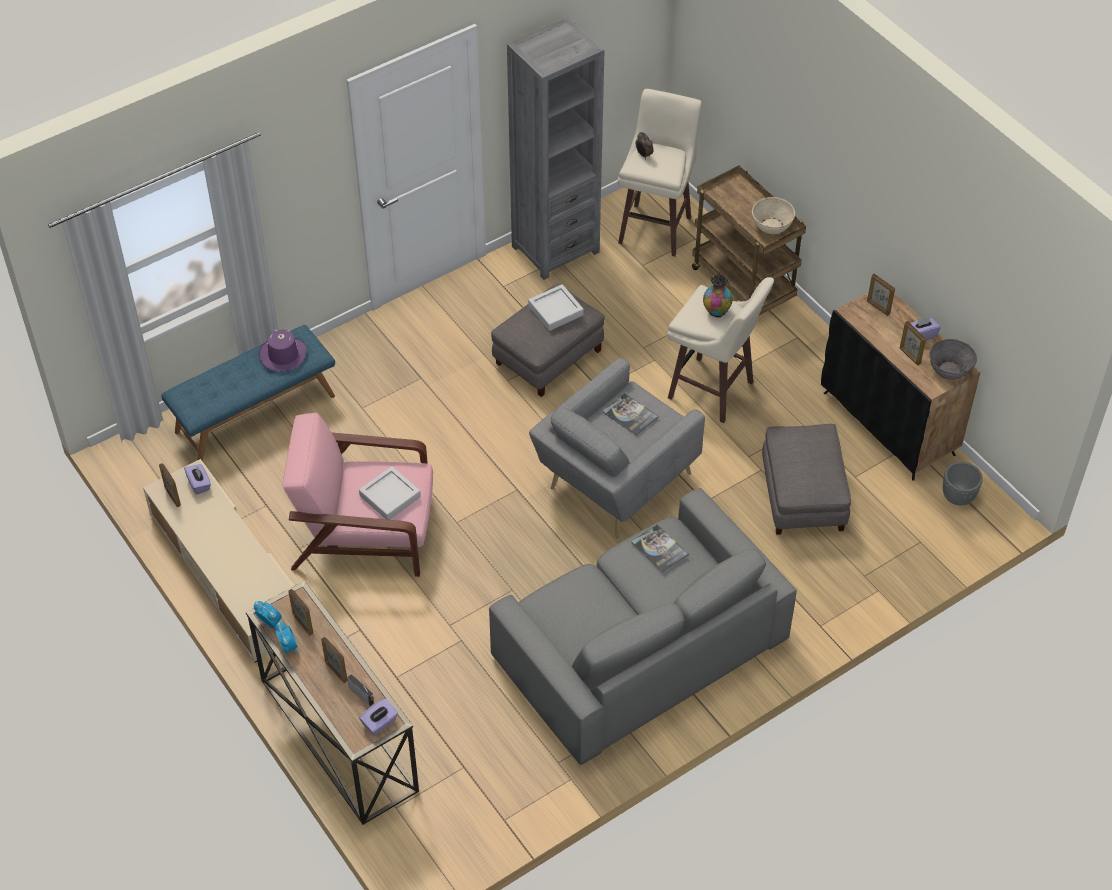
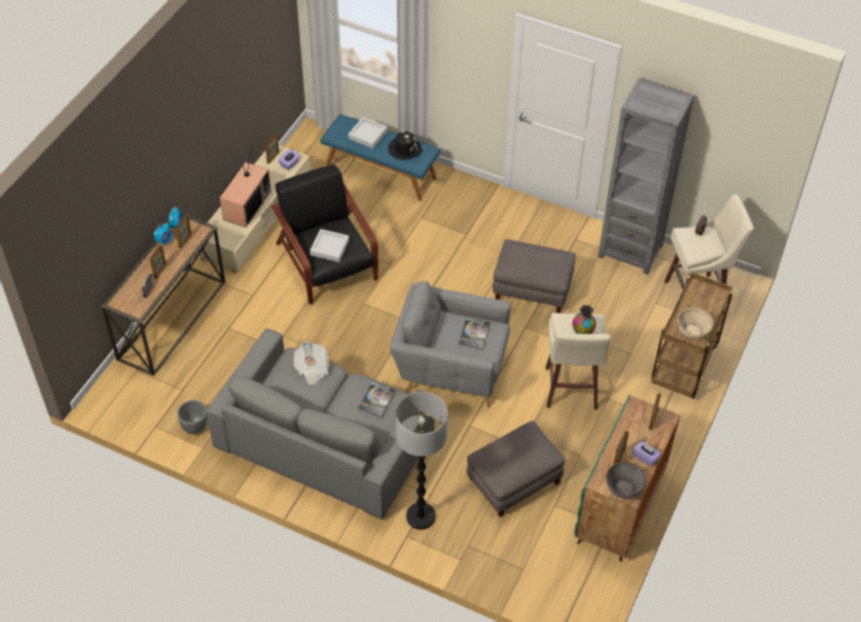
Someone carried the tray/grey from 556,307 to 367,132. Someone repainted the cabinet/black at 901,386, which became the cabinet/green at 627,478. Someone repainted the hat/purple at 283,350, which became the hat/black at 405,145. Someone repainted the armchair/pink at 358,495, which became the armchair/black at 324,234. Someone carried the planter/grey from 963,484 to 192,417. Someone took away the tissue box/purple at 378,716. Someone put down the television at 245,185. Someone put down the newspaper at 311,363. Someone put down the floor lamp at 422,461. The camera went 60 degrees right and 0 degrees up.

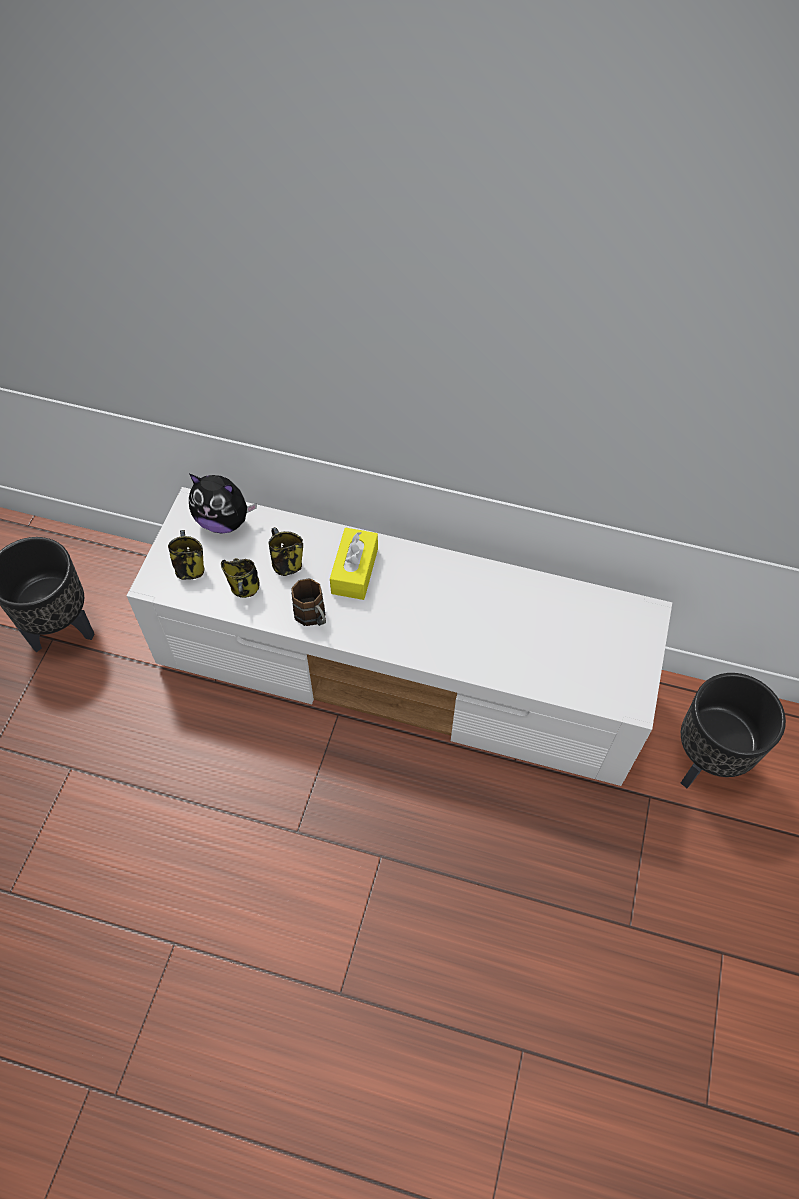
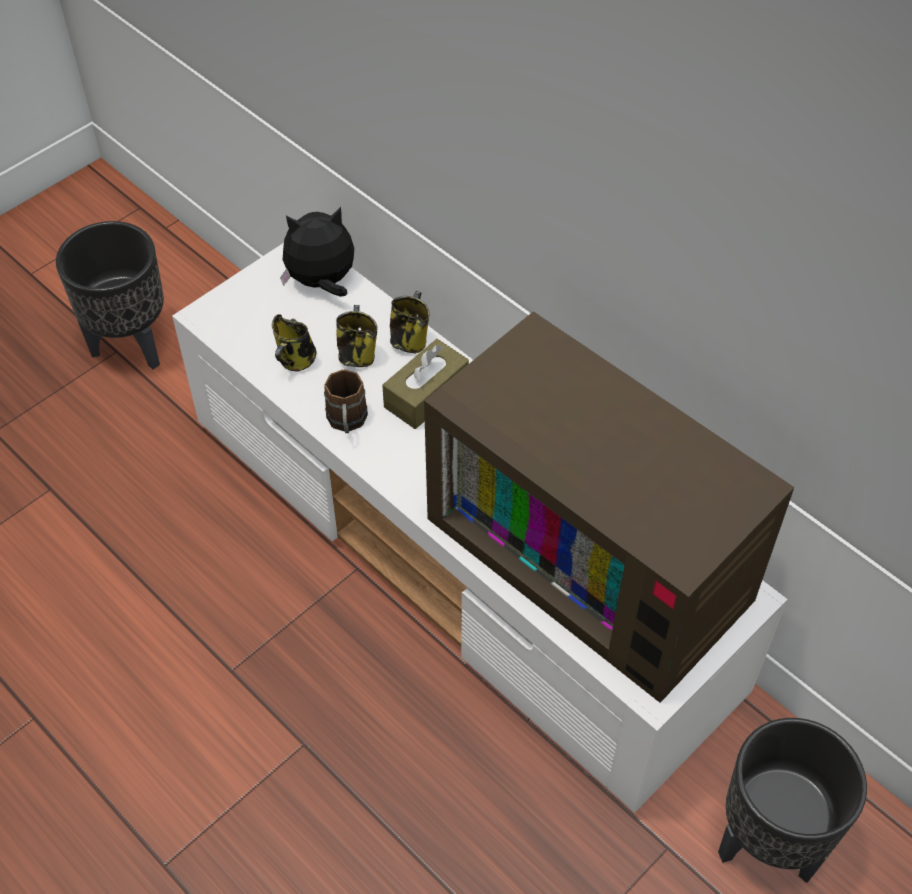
Someone rotated the plush toy at 223,504 by 120 degrees clockwise. Someone repainted the tissue box/yellow at 354,564, which became the tissue box/brown at 425,384. Someone carried the mug from 186,555 to 410,322. Someone put down the television at 609,507. The camera went 30 degrees right and 5 degrees down.

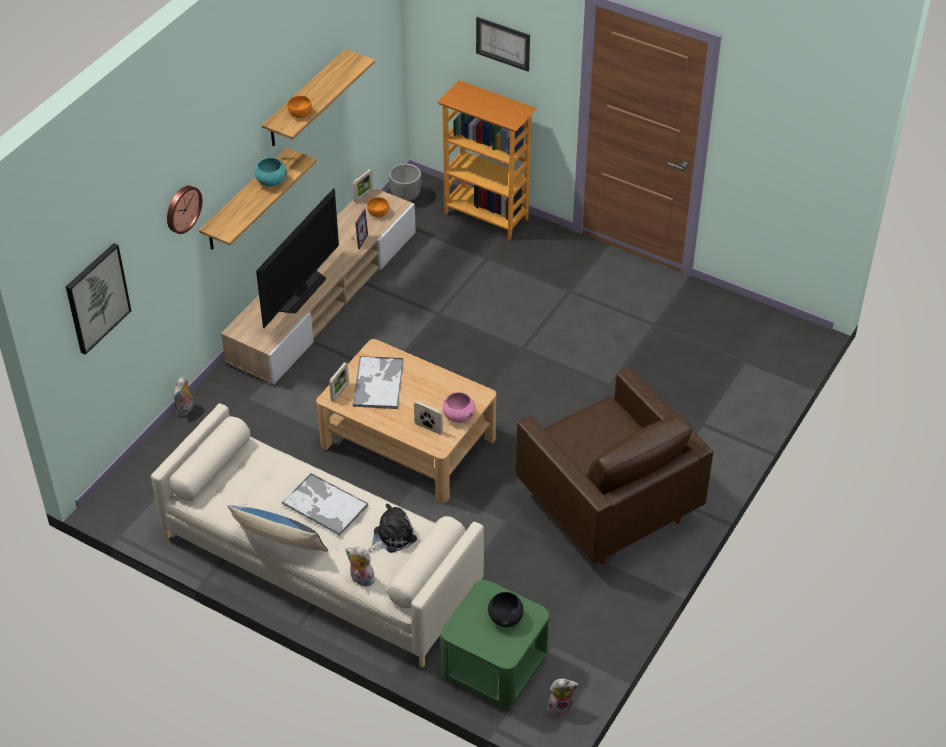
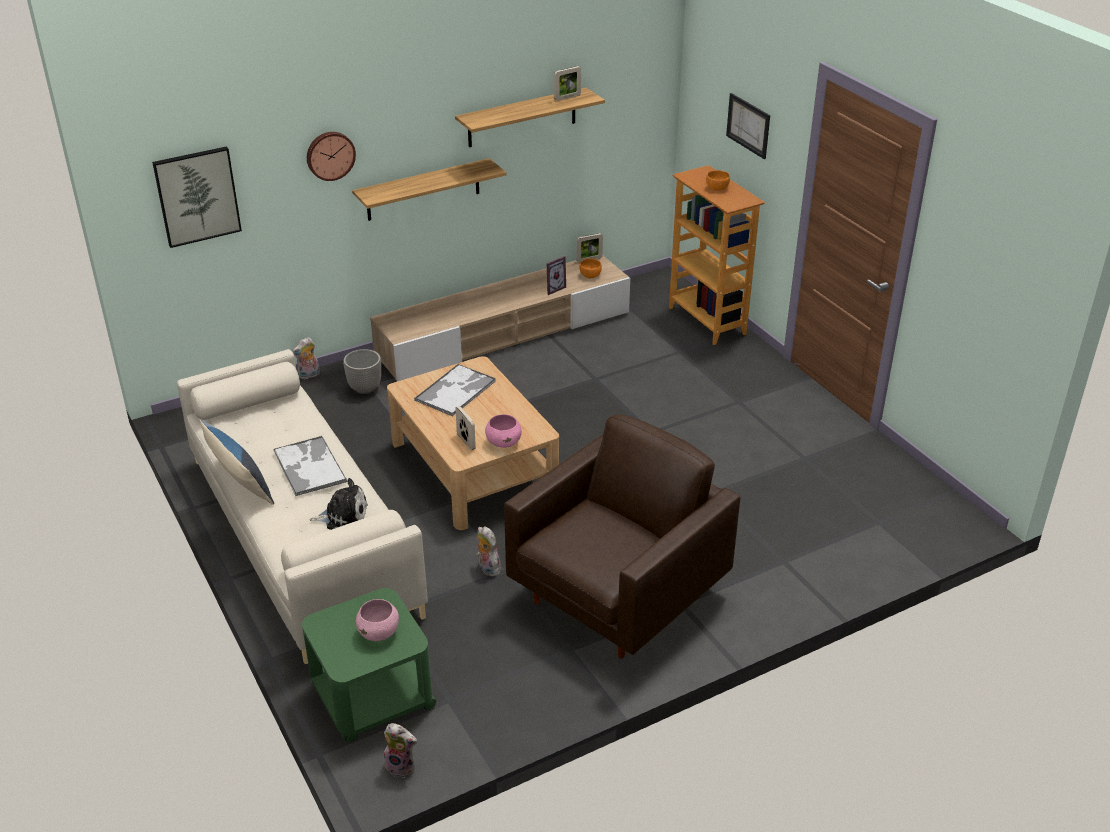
Someone carried the bowl/orange from 299,107 to 718,180. Someone took away the bowl/turquoise at 271,172. Someone carried the planter from 405,183 to 362,371. Someone took away the television at 297,258. Someone carried the picture frame from 339,381 to 567,83. Someone rotated the armchair/brown at 615,466 by 135 degrees counterclockwise. Someone carried the plush toy from 360,567 to 488,551. Someone repainted the bowl/black at 506,609, which became the bowl/pink at 377,620. The camera went 30 degrees right and 10 degrees down.

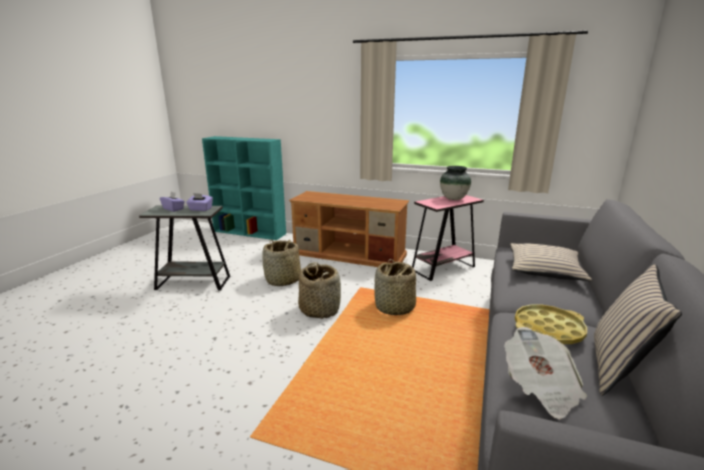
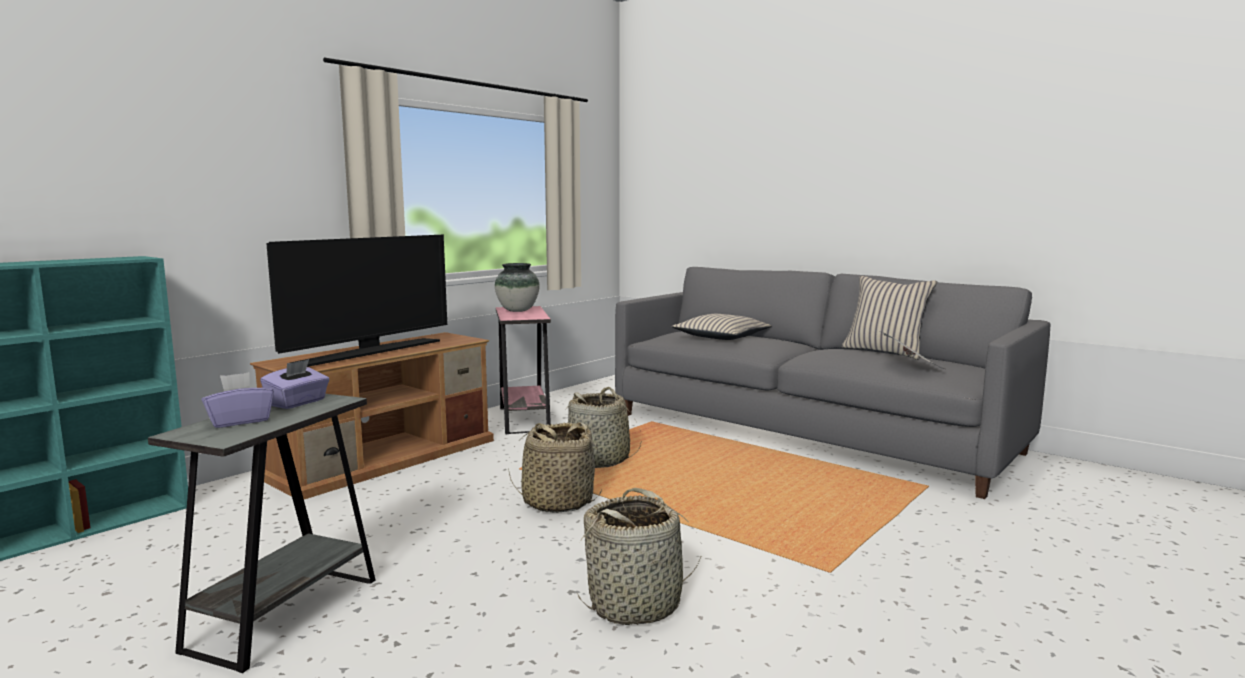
Someone carried the basket from 281,263 to 639,556. Someone took away the tray/yellow at 551,324. Someone put down the television at 357,300. The camera went 70 degrees left and 10 degrees down.

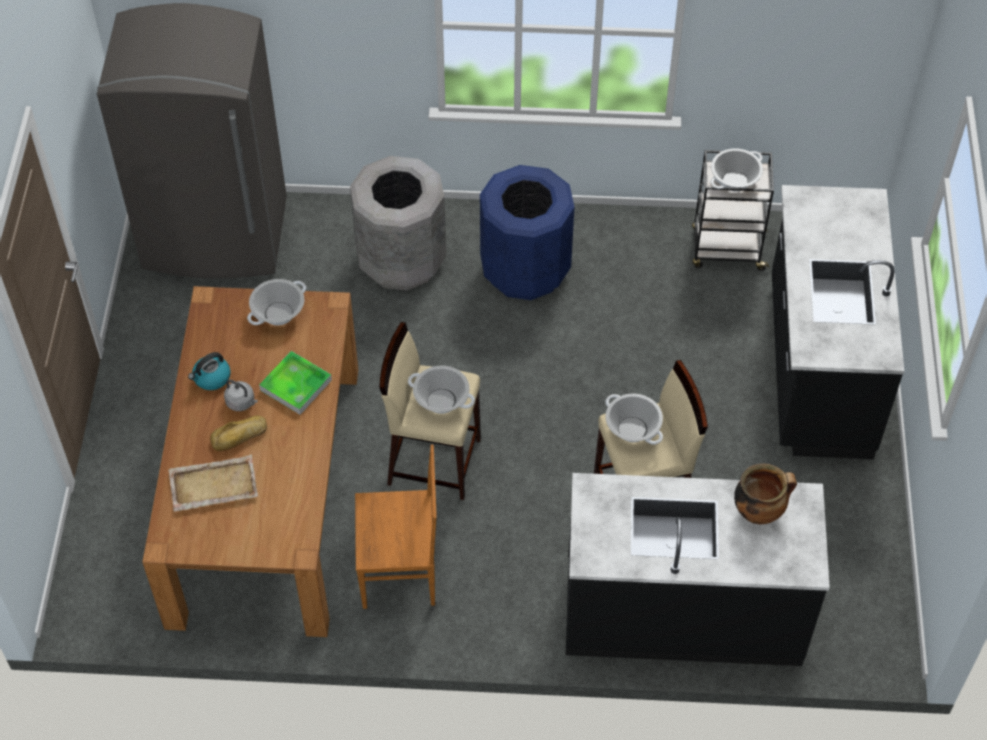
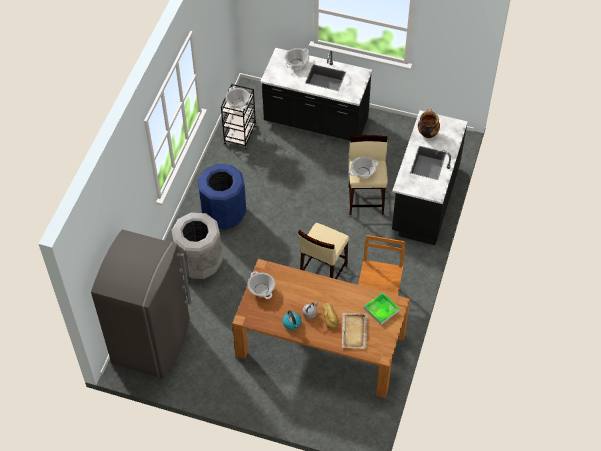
Someone carried the tray from 295,383 to 382,308. Someone carried the cooking pot from 441,390 to 297,58. The camera went 75 degrees left and 0 degrees up.

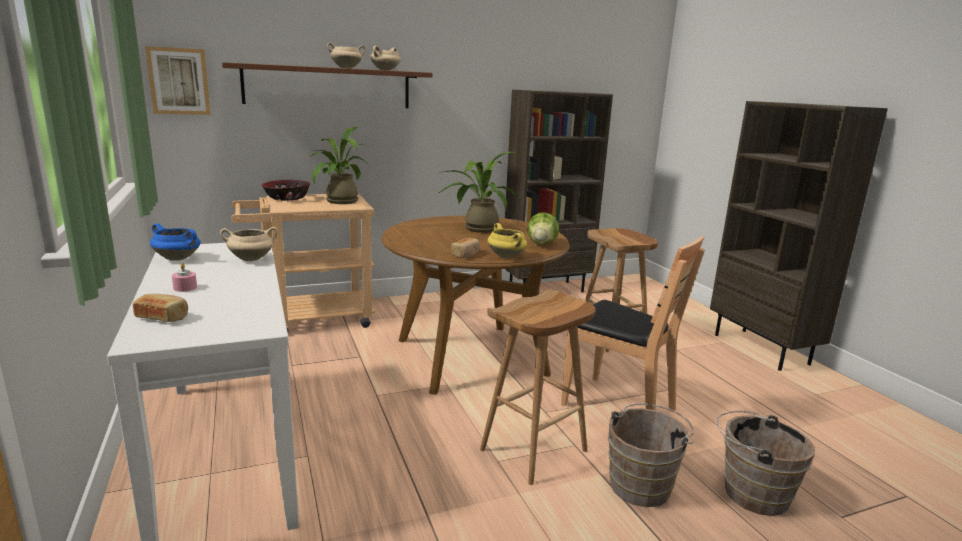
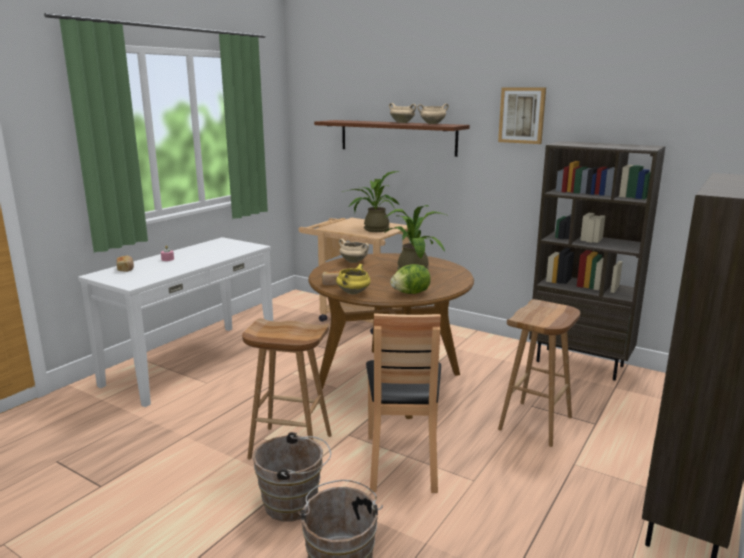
Someone carried the picture from 178,80 to 522,116. Someone took away the bowl at 286,190. Someone took away the cooking pot/blue at 175,242. Someone carried the cooking pot/beige from 249,244 to 354,251. The camera went 55 degrees right and 0 degrees up.

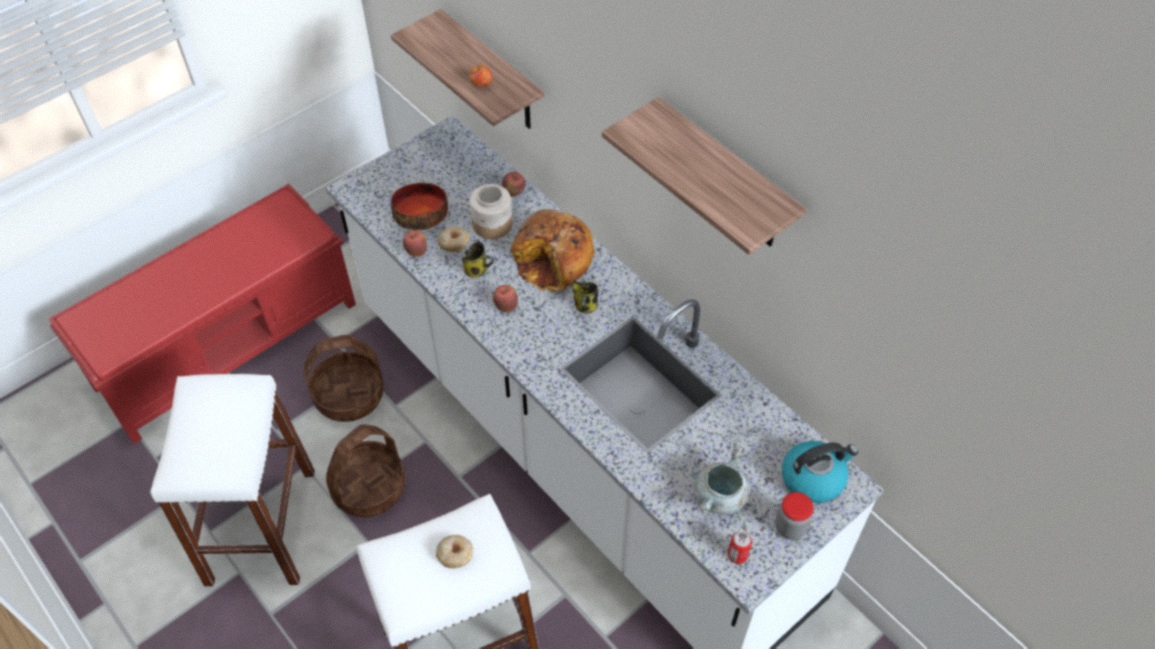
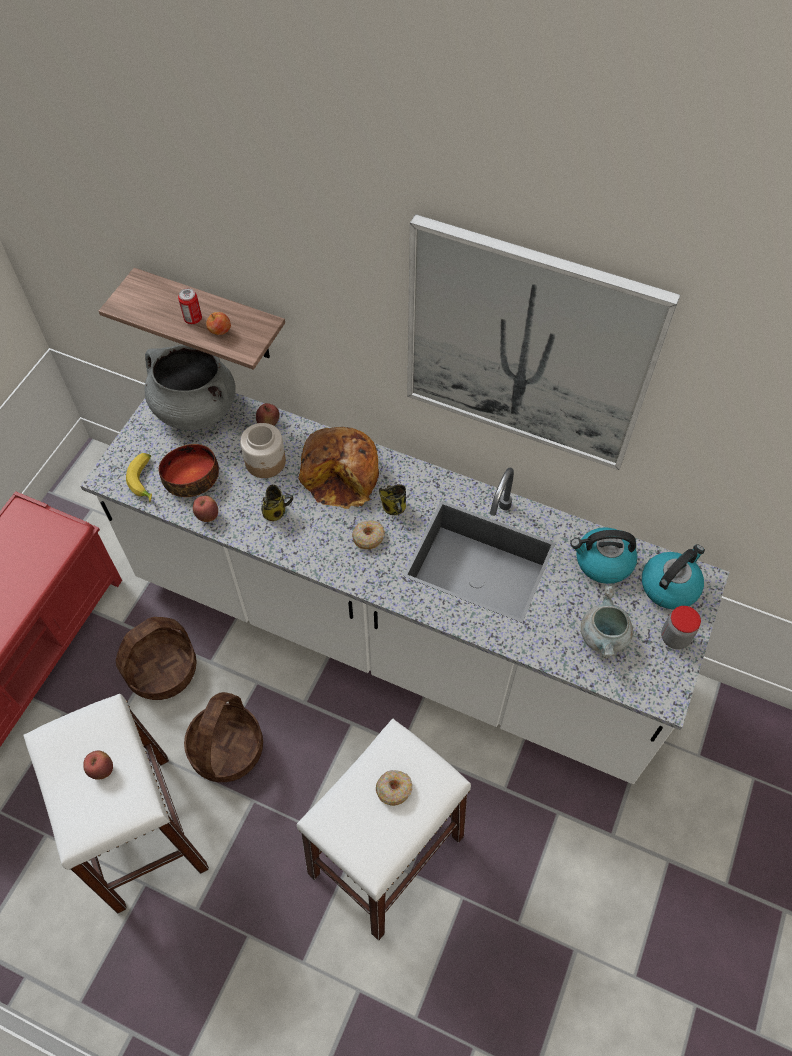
Someone swapped the shelf at 704,176 for the picture at 543,342. Someone carried the donut from 454,239 to 368,534. Someone carried the apple from 505,298 to 98,765. Someone carried the can from 740,547 to 190,306. Someone put down the cooking pot/grey at 190,387. Someone put down the banana at 139,477. Someone put down the kettle at 604,555. The camera went 25 degrees left and 5 degrees up.

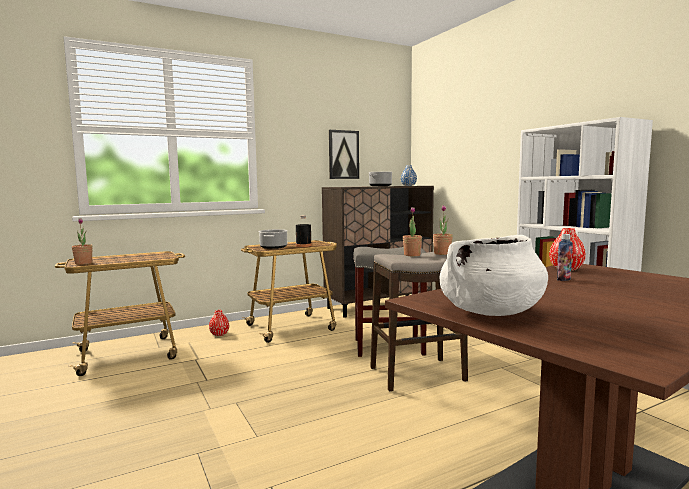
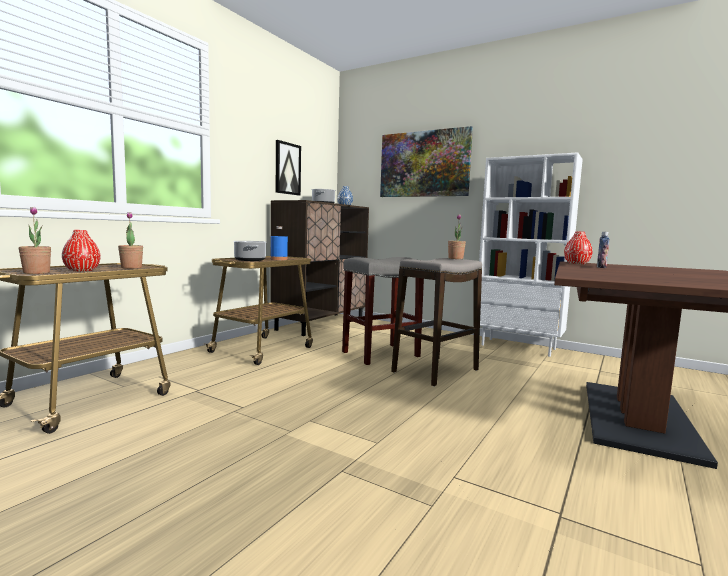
Someone carried the potted plant from 412,231 to 130,240. Someone repainted the bottle/black at 304,231, which became the bottle/blue at 279,243. Someone took away the cooking pot/white at 493,275. Someone carried the vase/red from 219,323 to 81,251. Someone put up the picture at 426,161. The camera went 30 degrees left and 0 degrees up.

